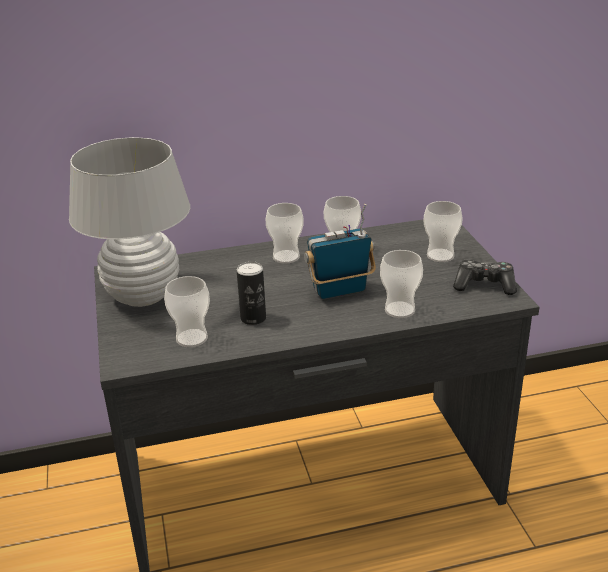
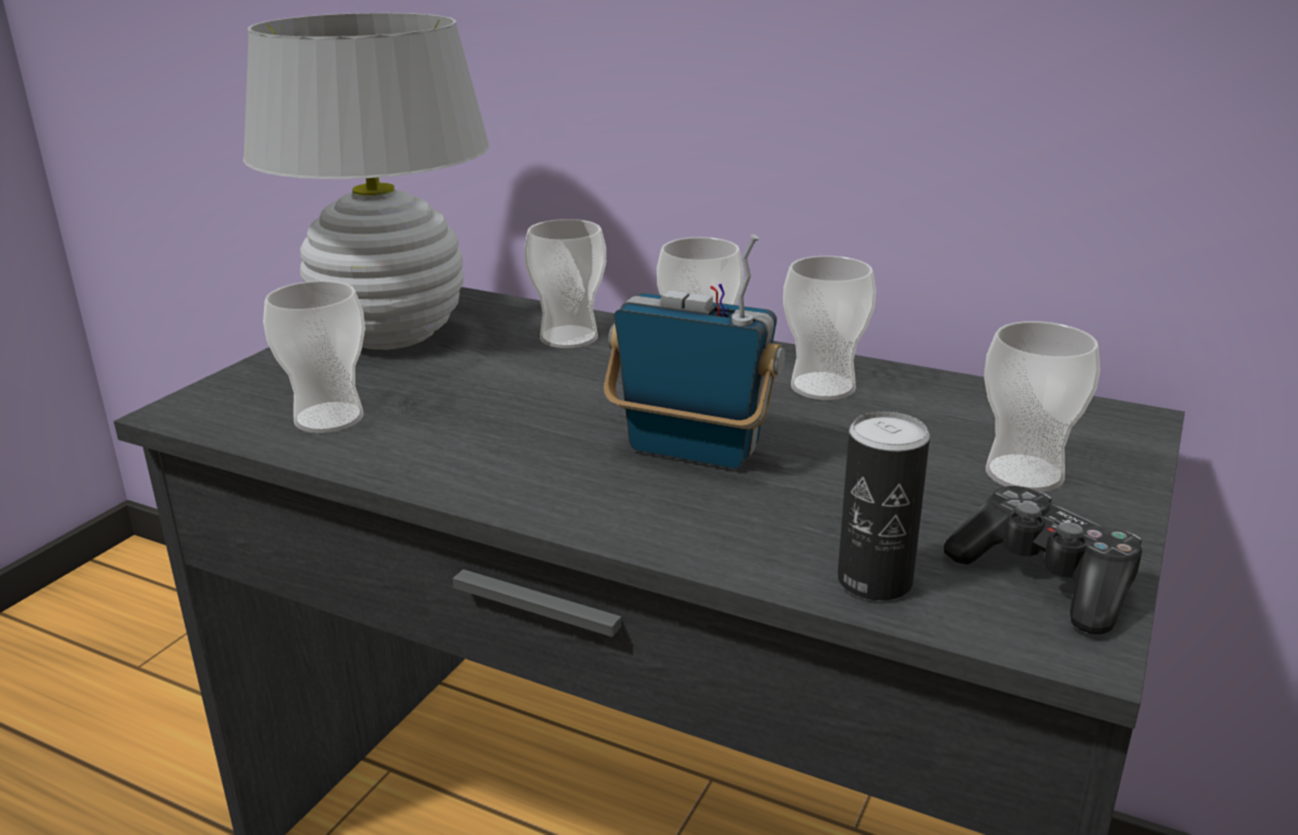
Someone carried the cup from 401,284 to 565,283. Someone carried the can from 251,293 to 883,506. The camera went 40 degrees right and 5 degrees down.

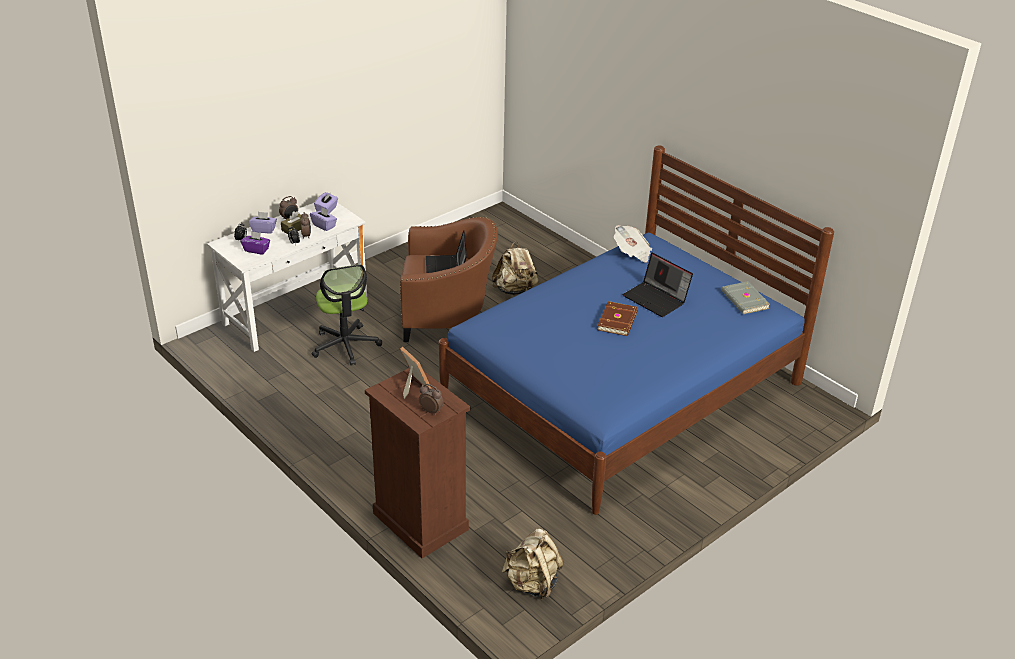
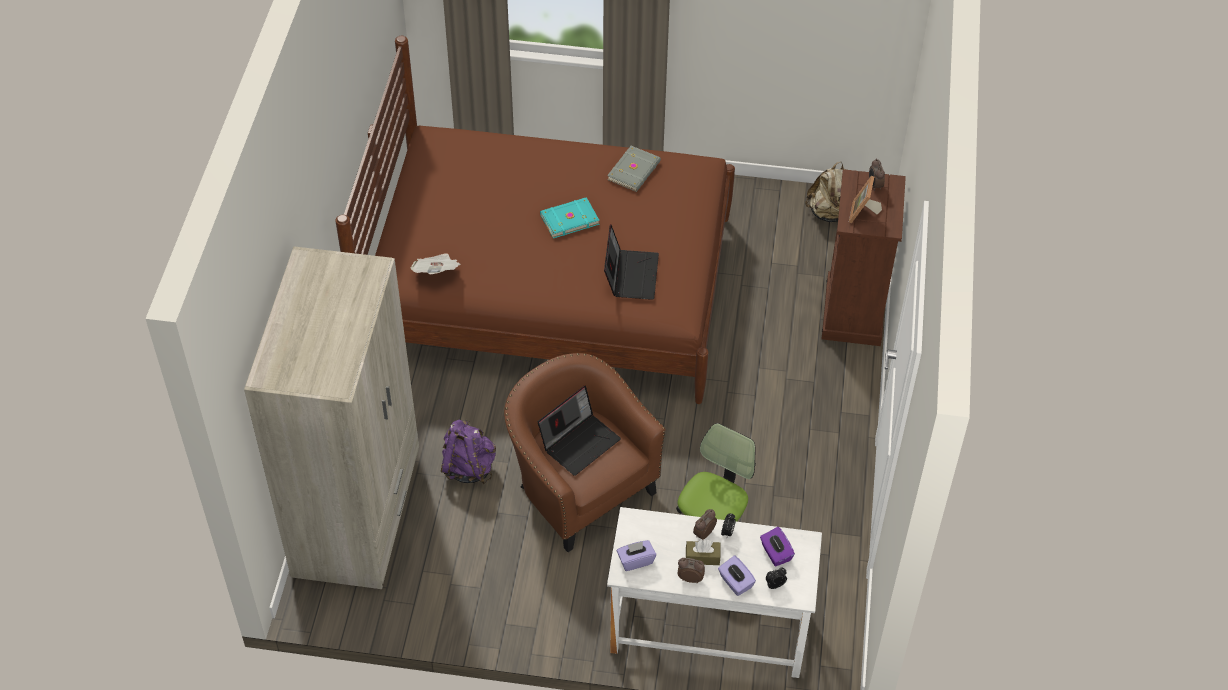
Someone repainted the bed/blue at 636,330, which became the bed/brown at 535,220. Someone took away the tissue box/purple at 323,219. Someone repainted the backpack/beige at 515,268, which became the backpack/purple at 468,452. Someone carried the laptop from 658,285 to 631,262. Someone carried the book/grey from 745,297 to 634,169. Someone repainted the book/brown at 617,318, which became the book/turquoise at 569,217. Someone put down the wardrobe/beige at 331,417. The camera went 130 degrees left and 15 degrees up.

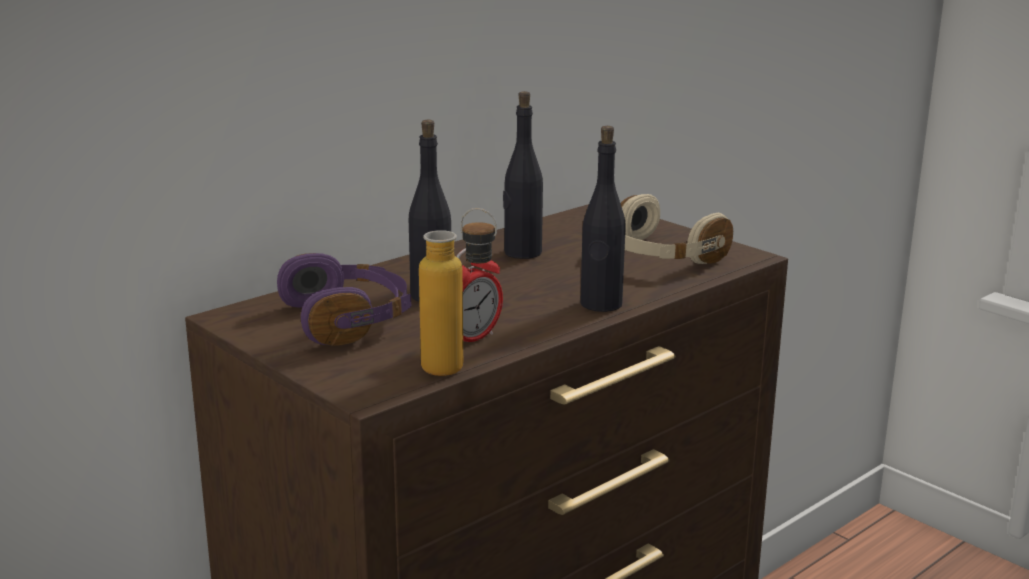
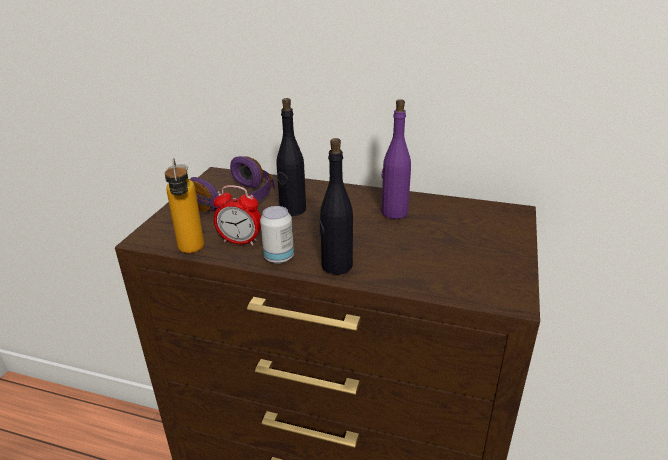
Someone repainted the bottle/black at 523,175, which became the bottle/purple at 396,159. Someone took away the headphones/beige at 677,229. Someone put down the can at 277,235. The camera went 60 degrees right and 10 degrees up.

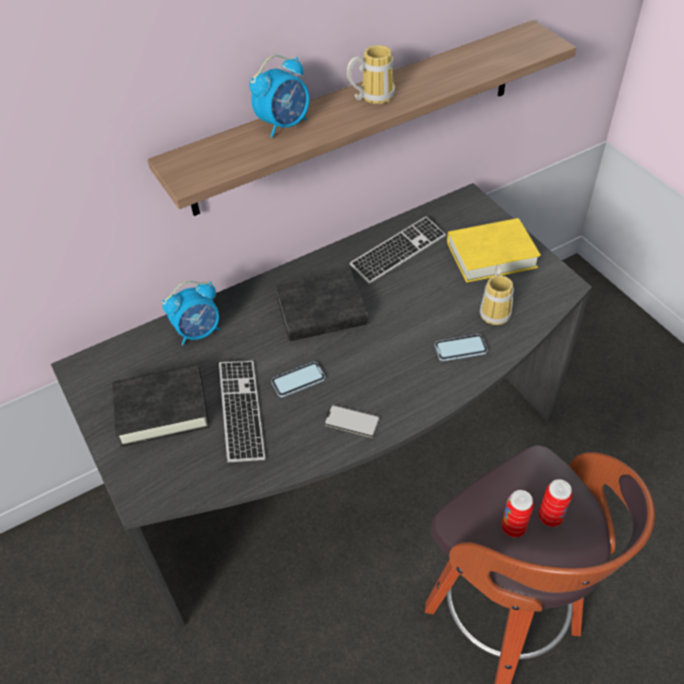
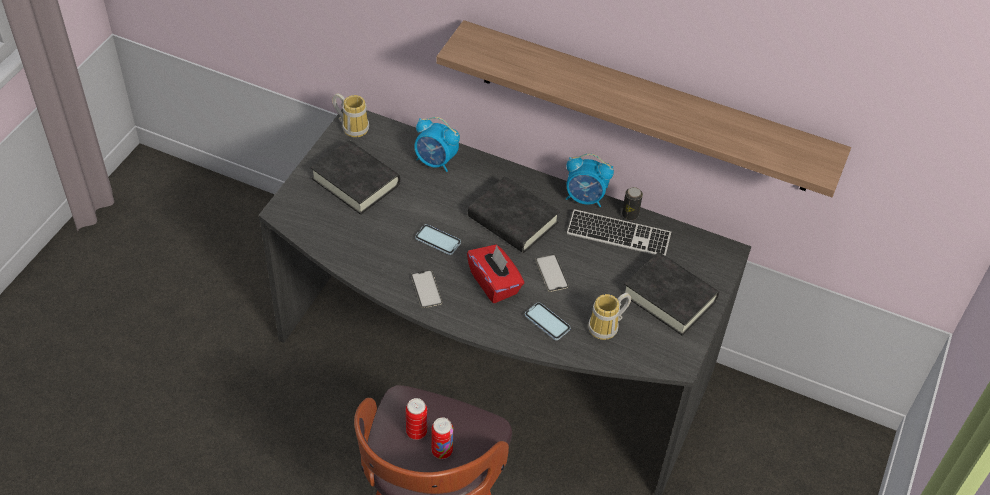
Someone carried the mug from 371,74 to 350,115. Someone carried the alarm clock from 279,96 to 590,180. Someone repainted the book/yellow at 494,250, which became the book/black at 671,294. Someone took away the keyboard at 242,411. Someone put down the can at 632,203. Someone put down the tissue box/red at 495,274. Someone put down the phone at 552,273. The camera went 50 degrees right and 0 degrees up.

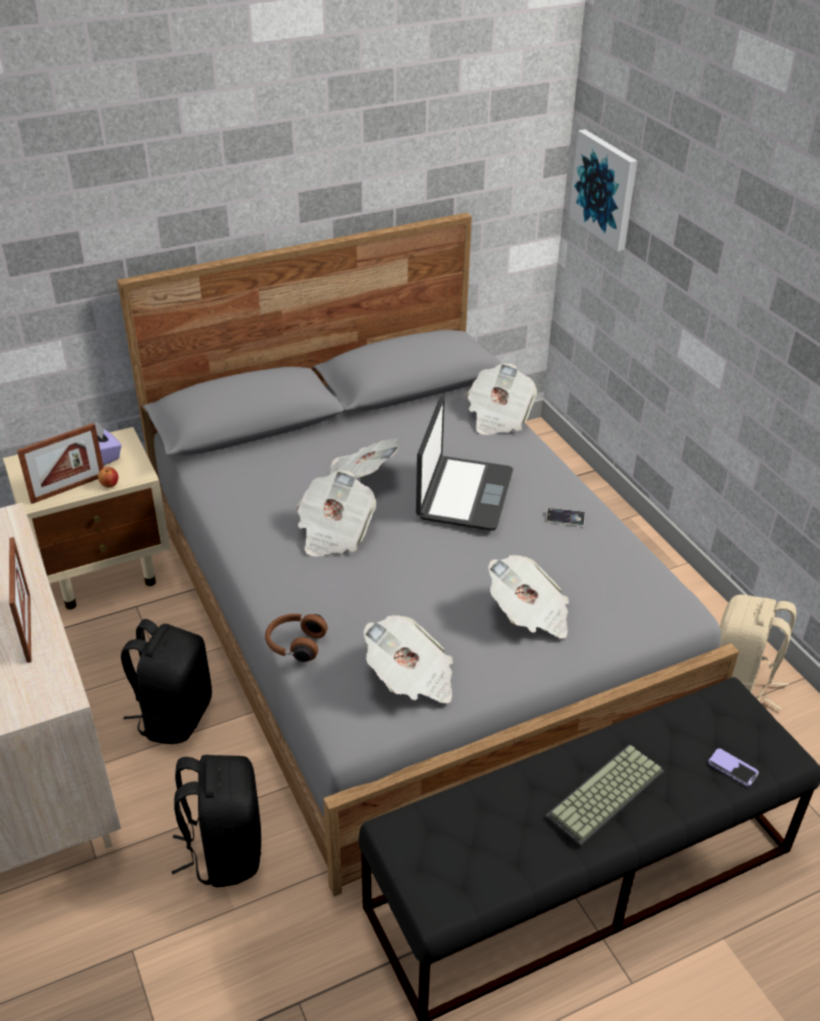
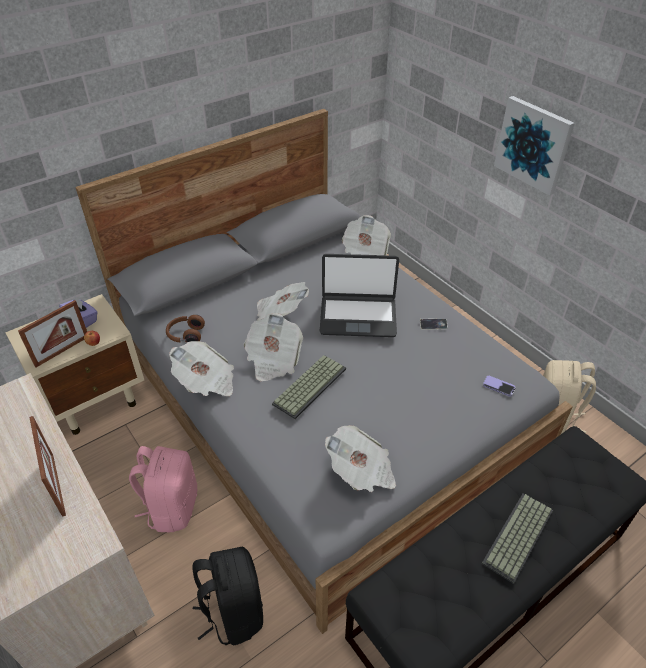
Someone carried the picture from 603,190 to 534,146. Someone rotated the laptop at 464,464 by 90 degrees clockwise. Someone carried the newspaper from 528,596 to 201,368. Someone carried the headphones/brown from 296,638 to 185,329. Someone repainted the backpack/black at 166,681, which became the backpack/pink at 163,489. Someone carried the phone from 733,768 to 499,386. Someone put down the keyboard at 309,387. The camera went 10 degrees left and 5 degrees up.

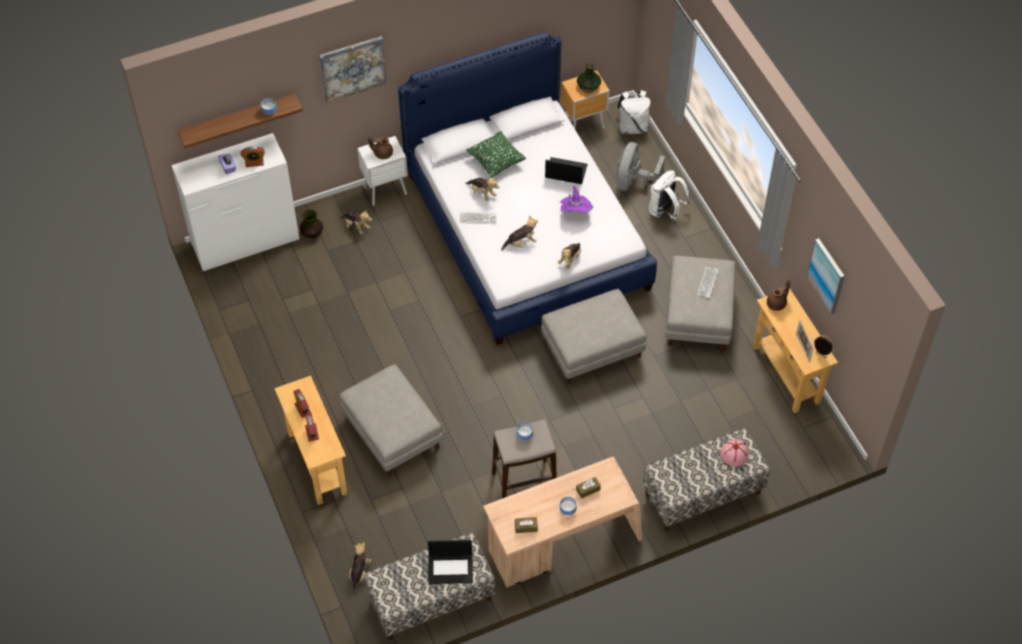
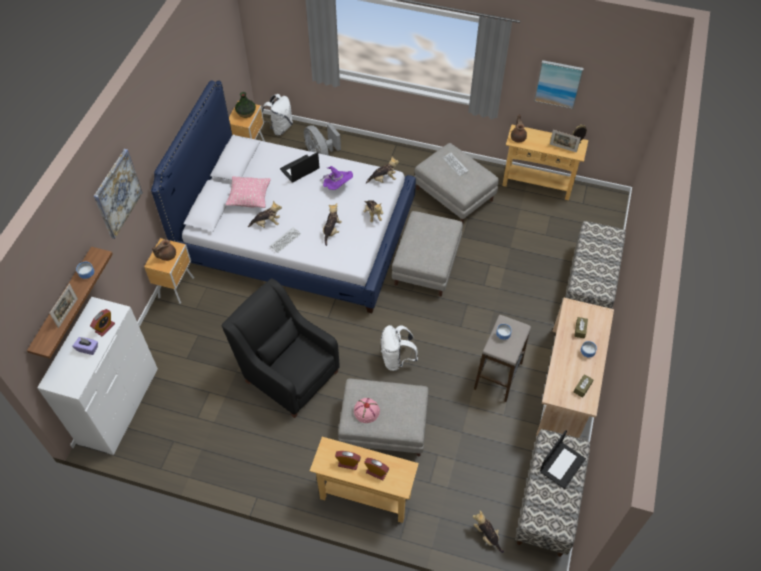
Someone repainted the pillow/green at 496,154, which became the pillow/pink at 248,192. Someone repainted the nightstand/white at 382,171, which became the nightstand/brown at 169,271. Someone carried the backpack/white from 670,195 to 399,348. Someone took away the vase at 311,223. Someone carried the plush toy from 355,222 to 382,170. Someone carried the hat/pink from 735,452 to 367,410. Someone put down the armchair/black at 280,348. Someone put down the picture frame at 64,305. The camera went 50 degrees left and 0 degrees up.

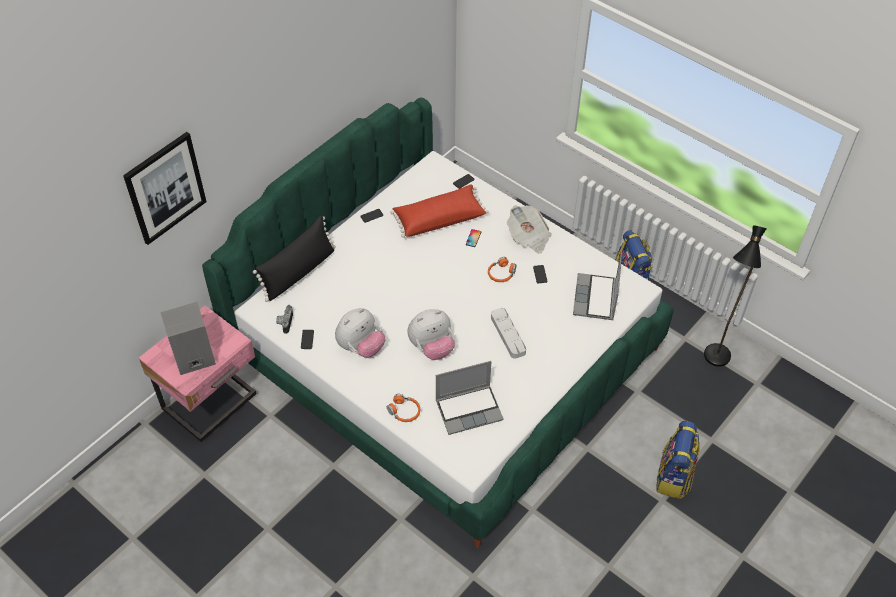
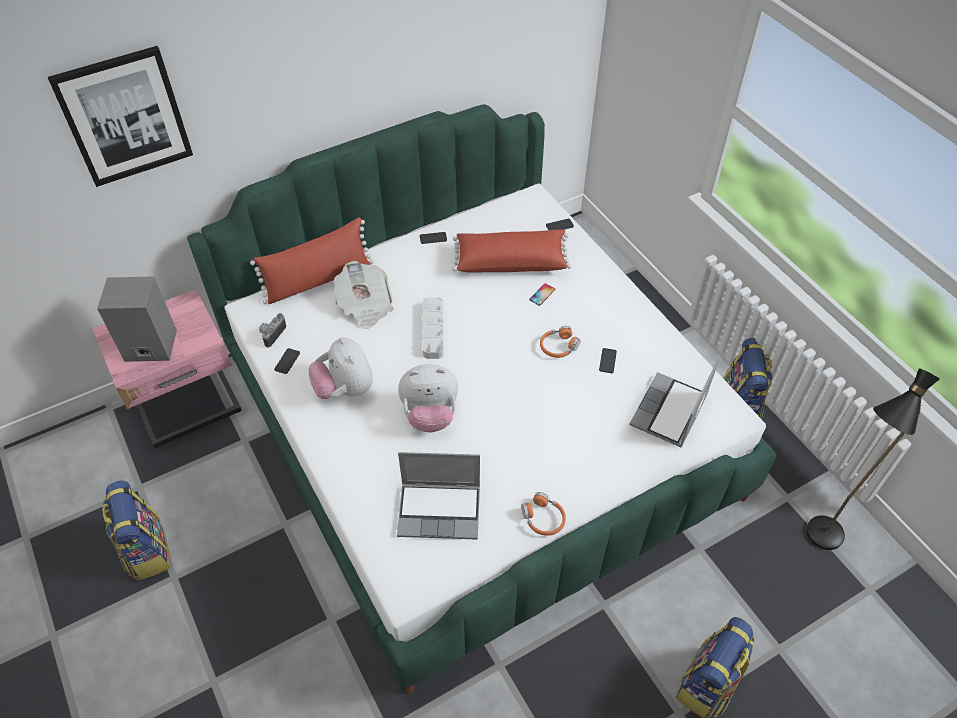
Someone carried the newspaper from 529,229 to 363,295. Someone repainted the pillow/black at 294,258, which became the pillow/red at 312,260. Someone rotated the plush toy at 360,333 by 90 degrees clockwise. Someone carried the tray/grey from 508,333 to 433,328. Someone carried the headphones/orange from 403,408 to 543,514. Someone put down the backpack at 136,530. The camera went 20 degrees right and 0 degrees up.

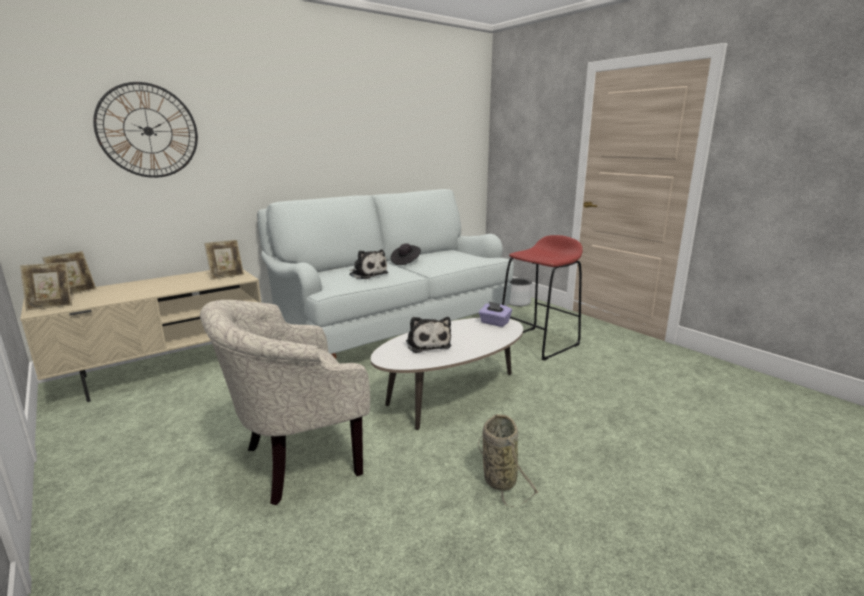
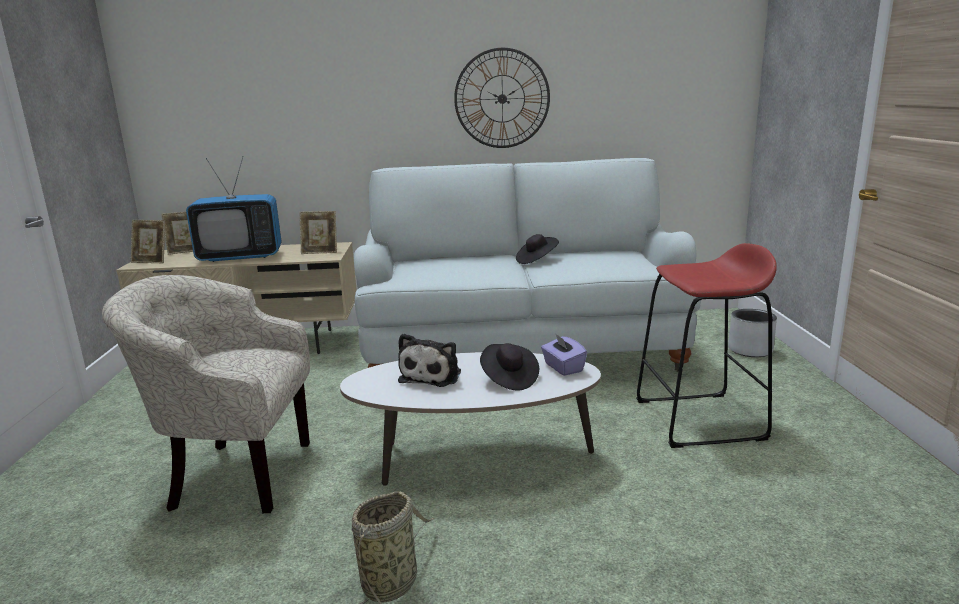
Someone carried the wall clock from 145,130 to 502,98. Someone took away the plush toy at 368,264. Someone put down the television at 234,209. Someone put down the hat/black at 509,367. The camera went 35 degrees right and 0 degrees up.

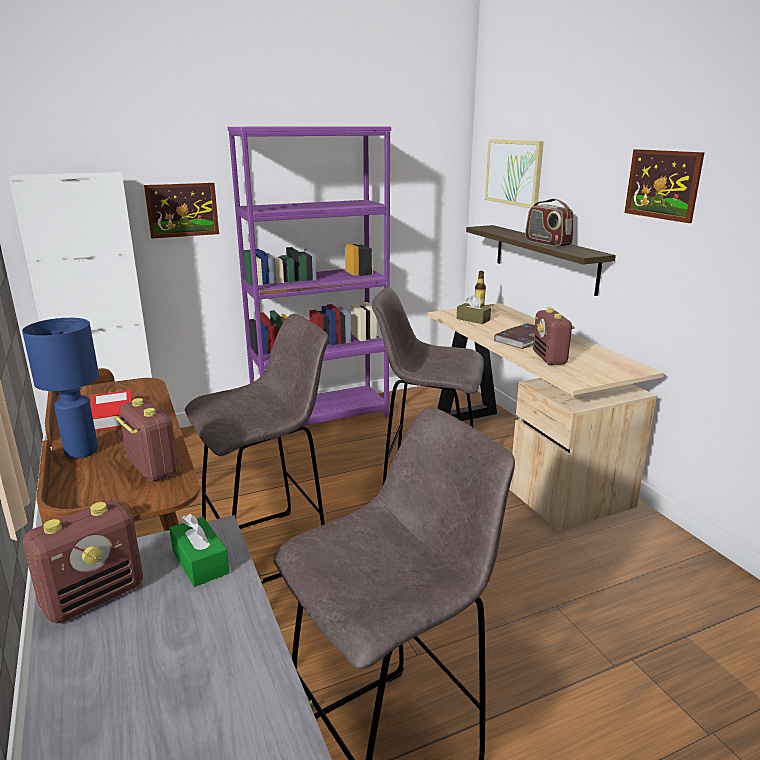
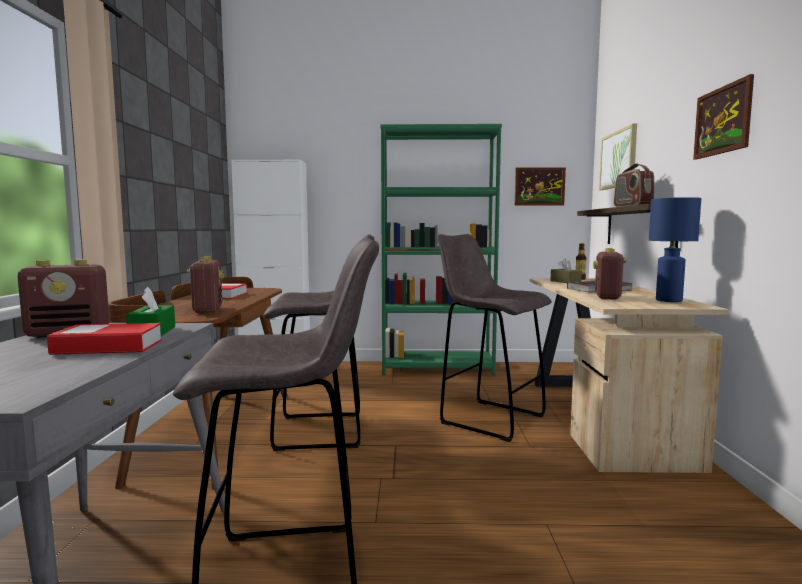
Someone repainted the bookcase/purple at 309,276, which became the bookcase/green at 441,250. Someone carried the picture from 181,211 to 540,186. Someone carried the table lamp/blue from 60,388 to 675,249. Someone put down the book at 104,339. The camera went 25 degrees right and 15 degrees down.

